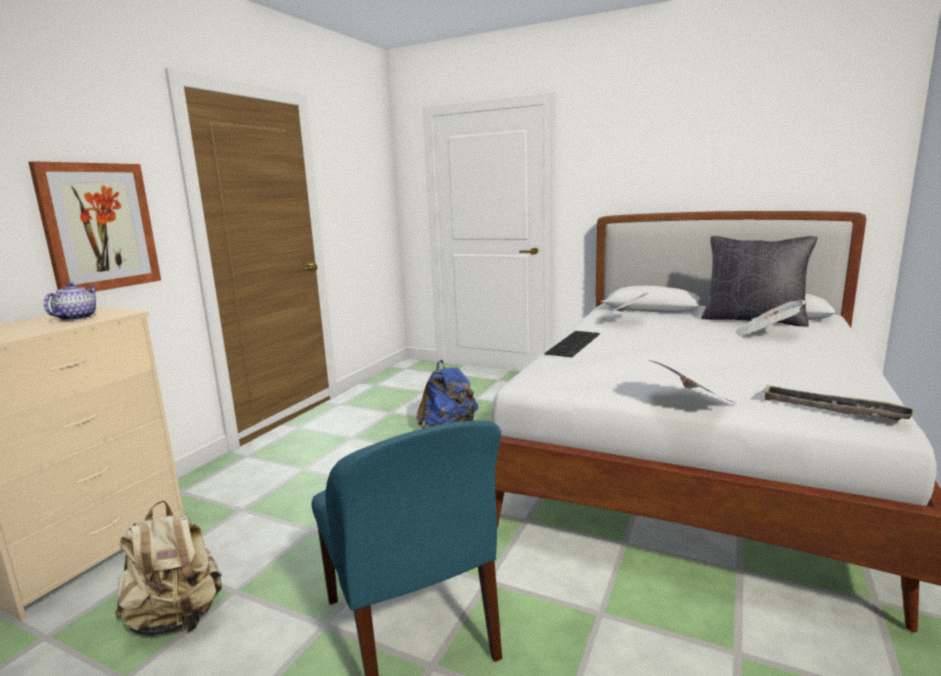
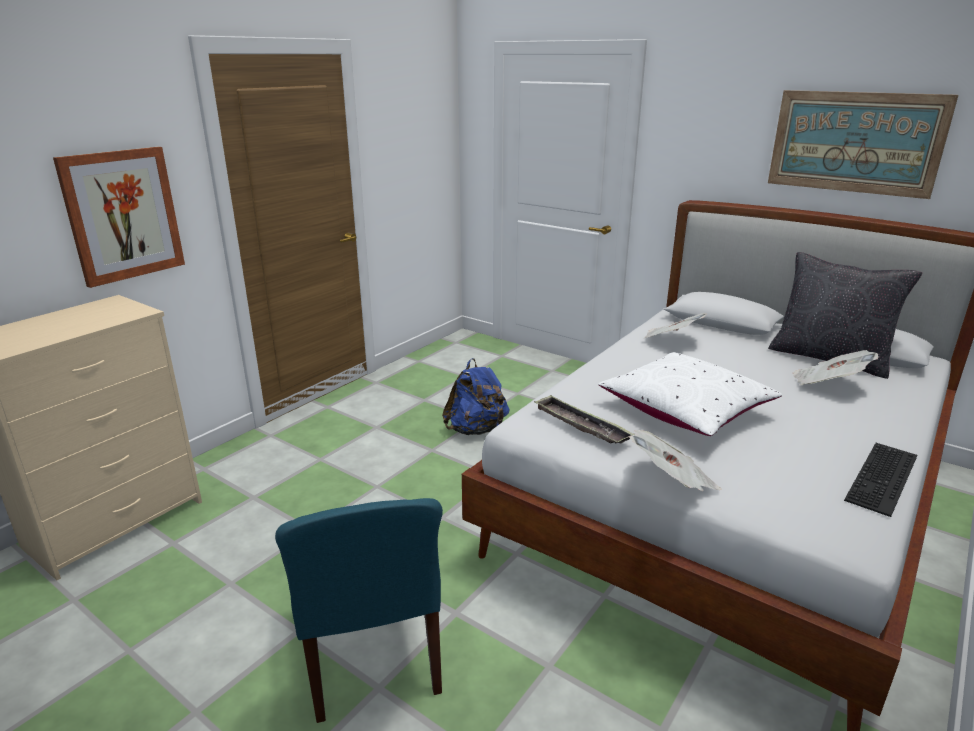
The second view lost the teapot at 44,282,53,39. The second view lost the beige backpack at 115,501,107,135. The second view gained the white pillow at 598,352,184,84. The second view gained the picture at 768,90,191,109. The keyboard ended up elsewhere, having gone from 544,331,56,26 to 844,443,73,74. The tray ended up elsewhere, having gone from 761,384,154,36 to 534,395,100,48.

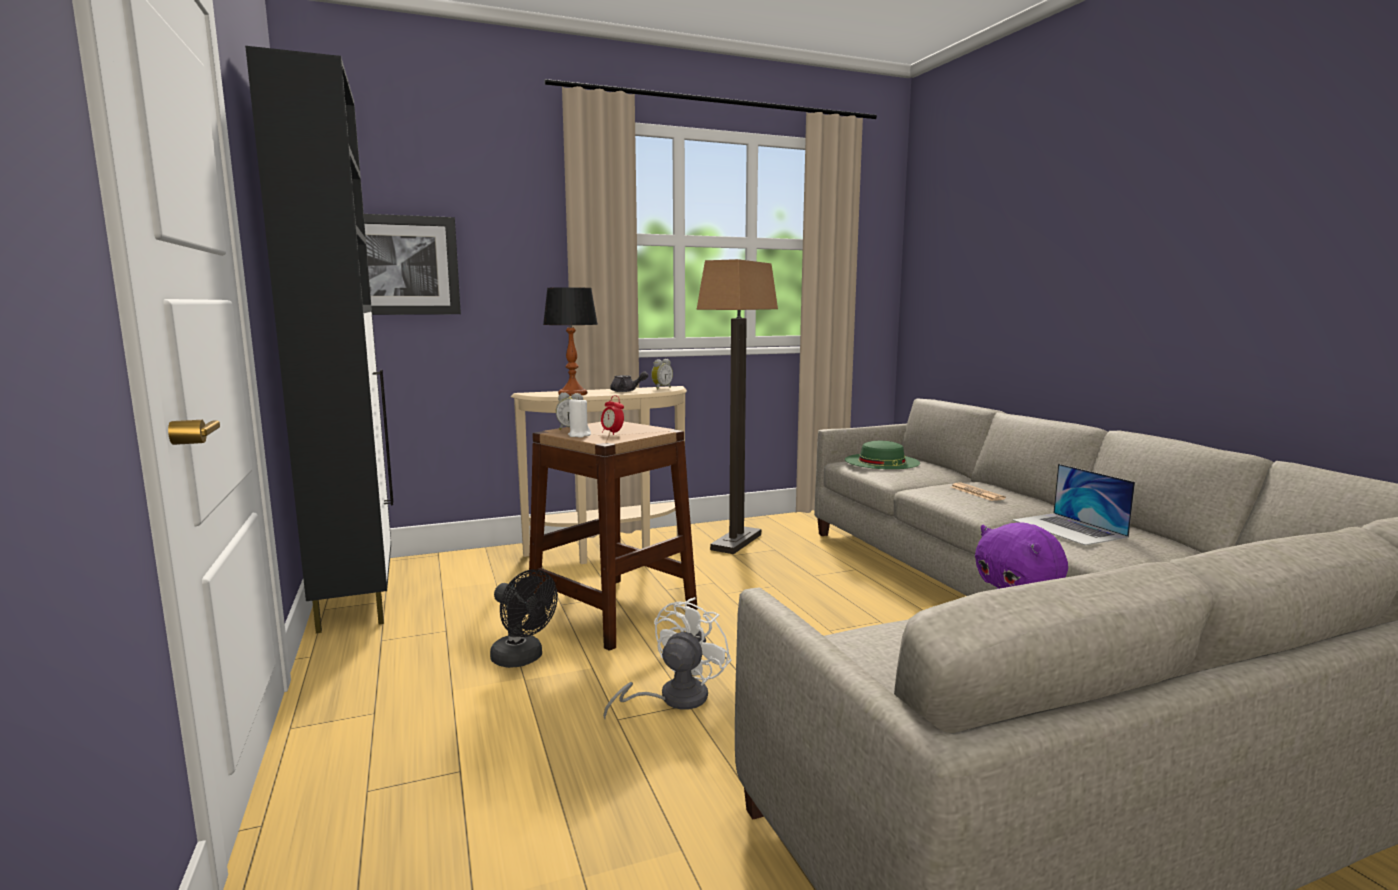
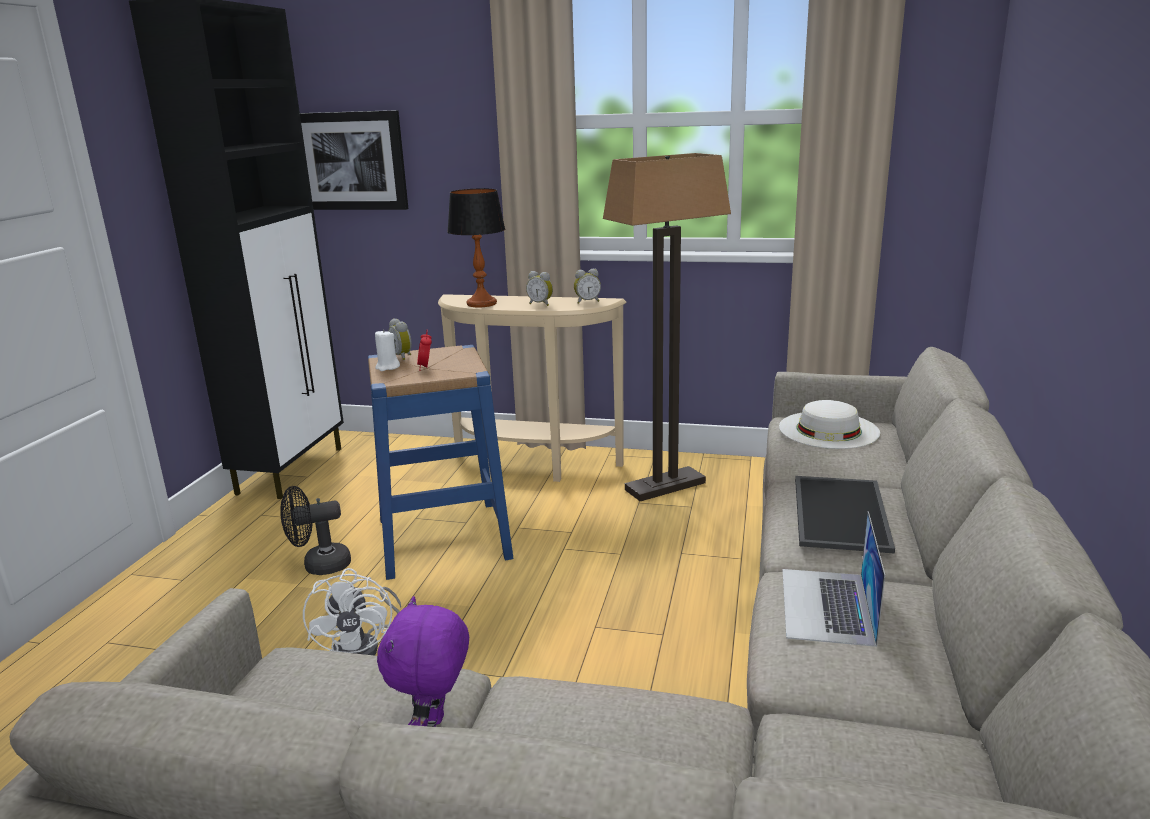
Where the grey teapot stood at 610,371,38,21, the alarm clock came to stand at 526,271,27,35. Where the newspaper stood at 951,482,55,19, the tray came to stand at 795,476,100,78. What was the brown stool at 529,422,169,229 turned into the blue stool at 368,345,146,235. What was the green hat at 845,441,75,28 turned into the white hat at 779,400,101,49. The black fan at 490,570,68,98 ended up facing another way, 90 degrees clockwise from before. The white fan at 603,598,128,121 ended up facing another way, 105 degrees clockwise from before.

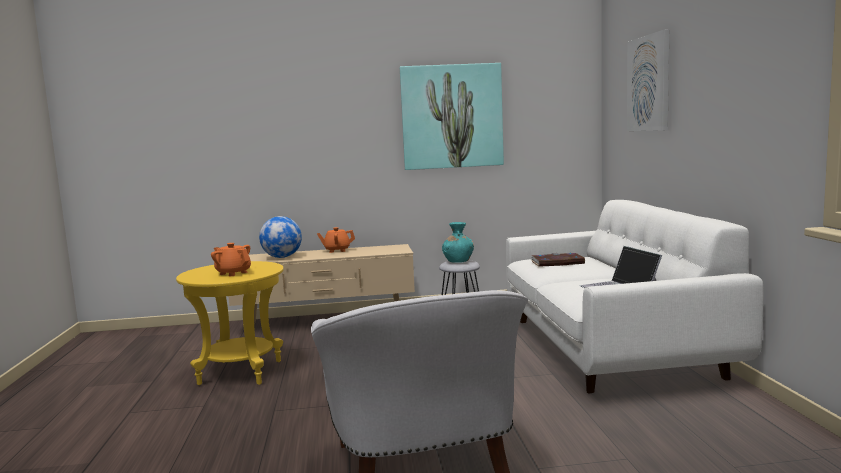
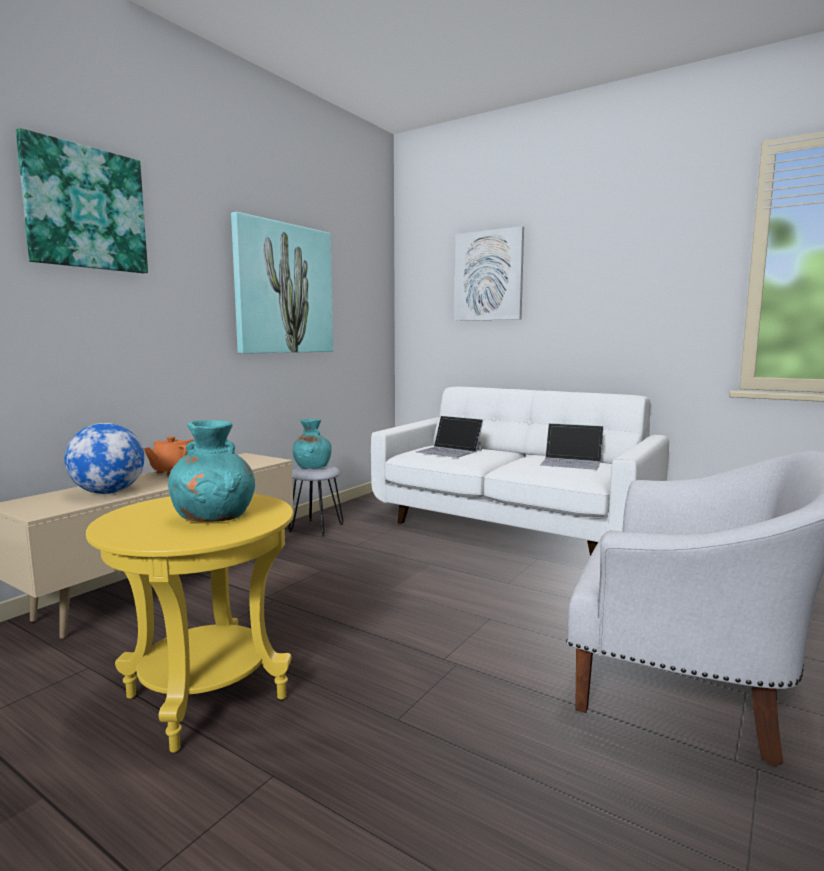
The second view gained the picture at 16,128,132,145. Where the orange teapot stood at 211,243,40,33, the turquoise vase came to stand at 168,420,87,102. Where the book stood at 531,253,54,14, the laptop came to stand at 416,416,67,42.

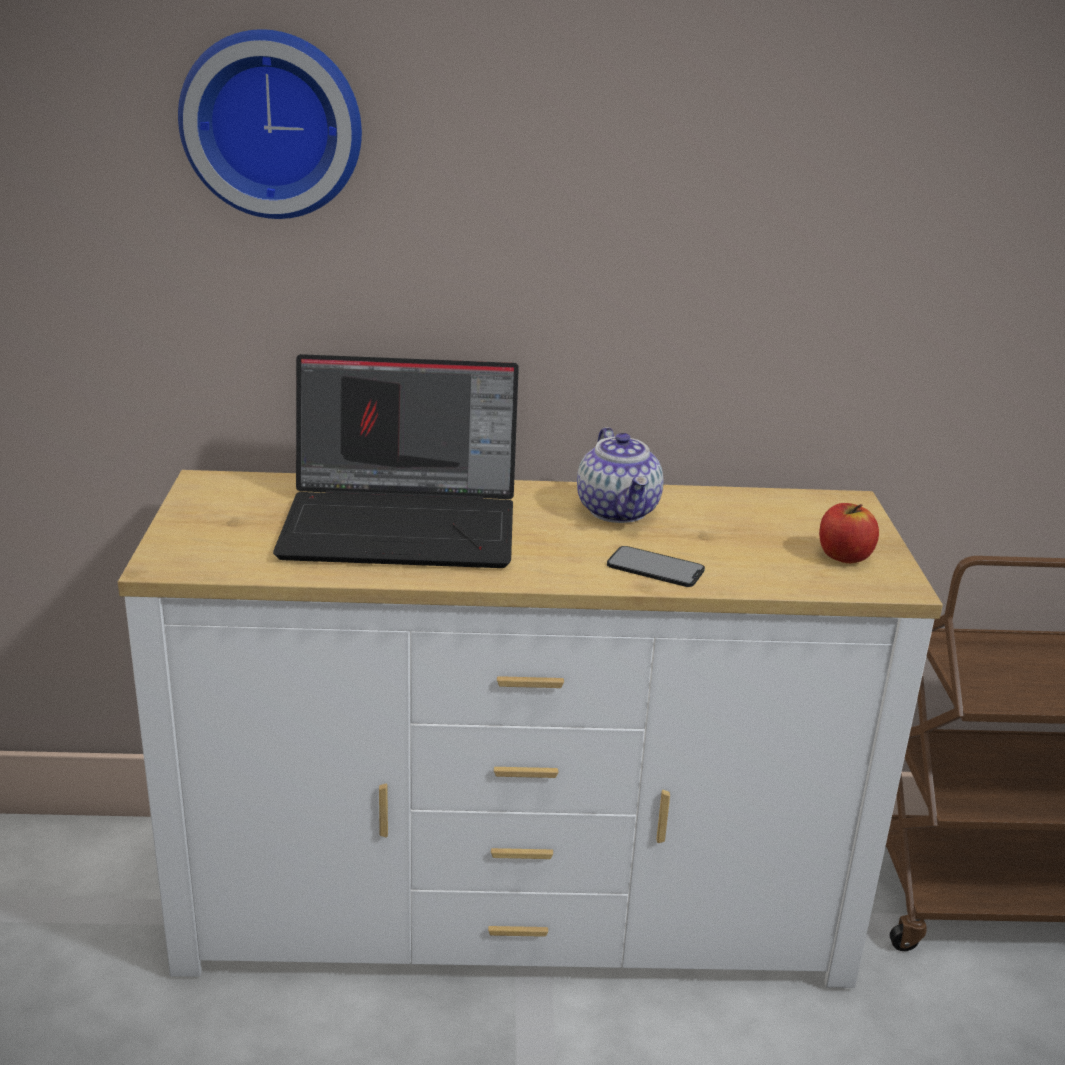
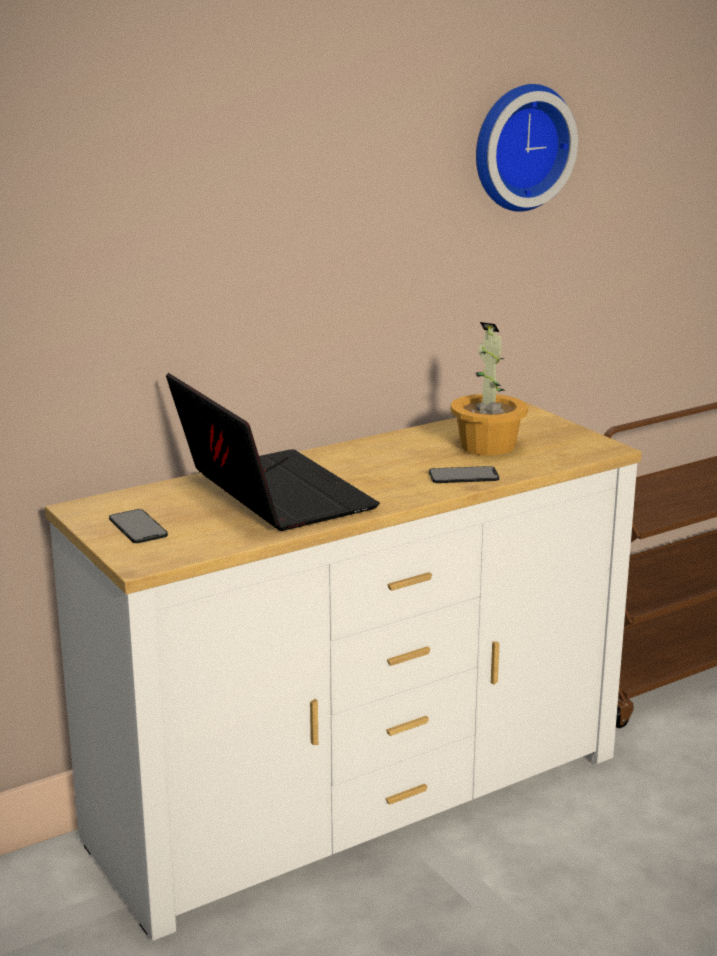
The second view lost the teapot at 577,427,86,96. The second view lost the apple at 819,503,60,60. The second view gained the phone at 109,509,59,34. The second view gained the potted plant at 450,322,78,134. The wall clock ended up elsewhere, having gone from 178,29,184,190 to 476,84,102,128. The laptop at 273,354,246,214 ended up facing another way, 90 degrees counterclockwise from before.

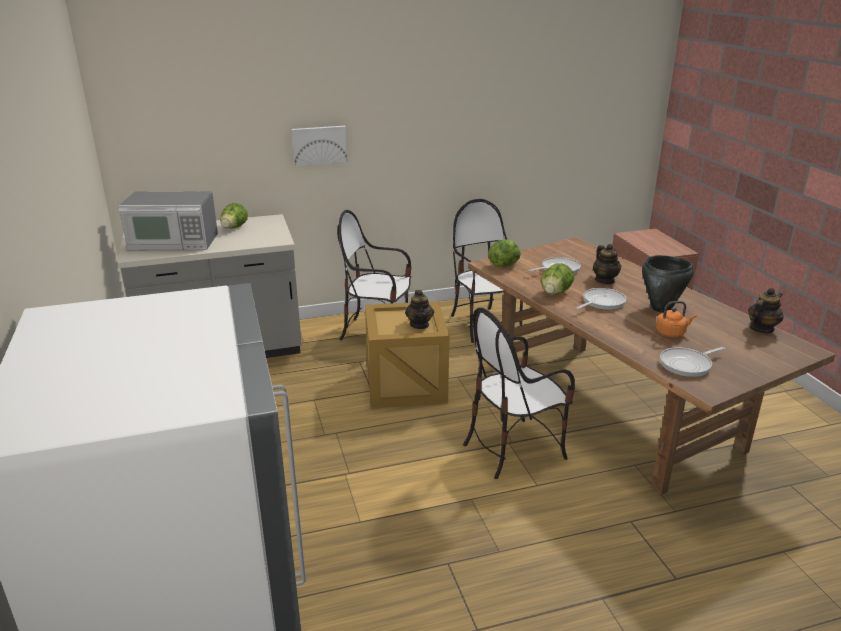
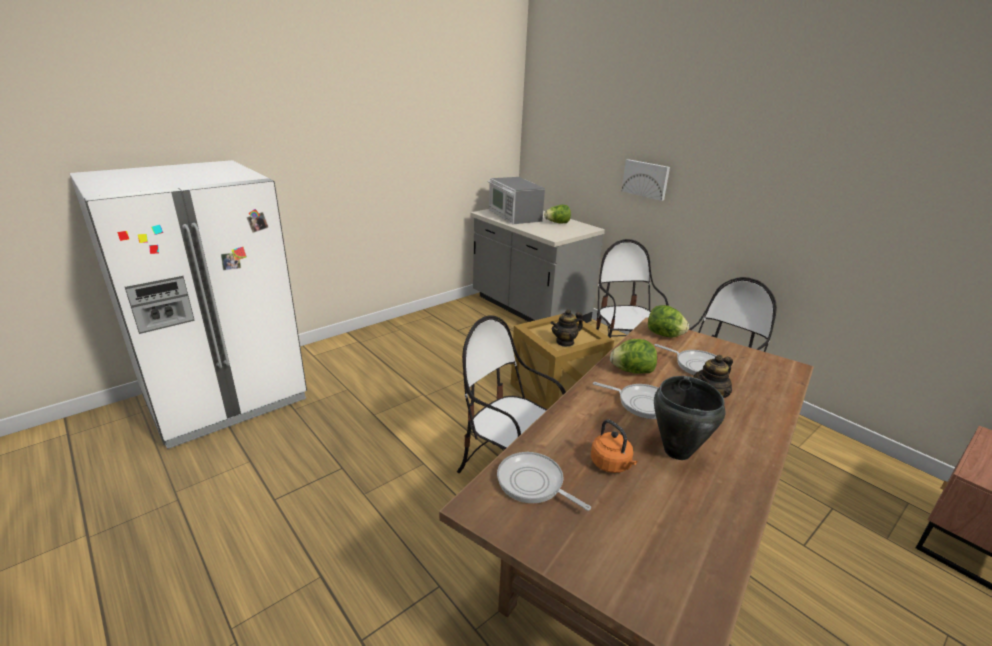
The second view lost the teapot at 748,288,36,45.

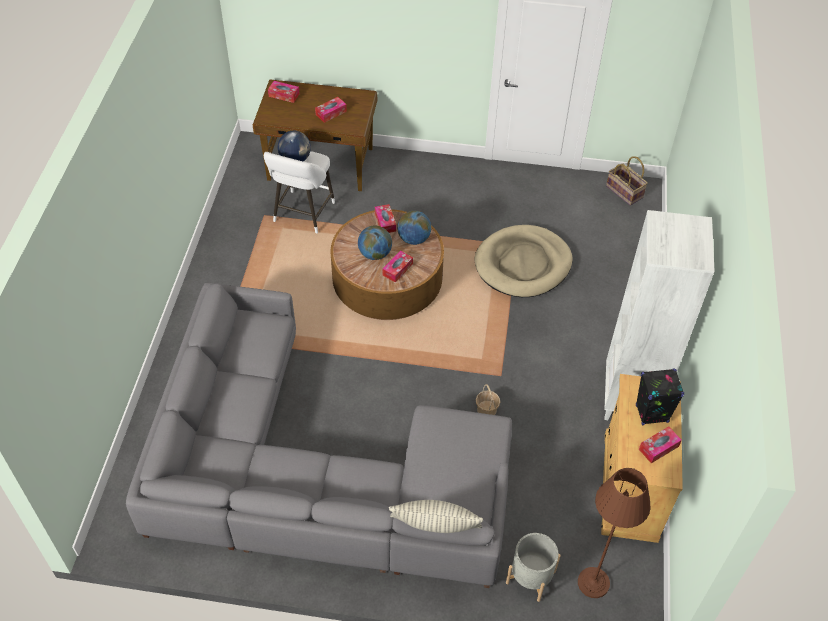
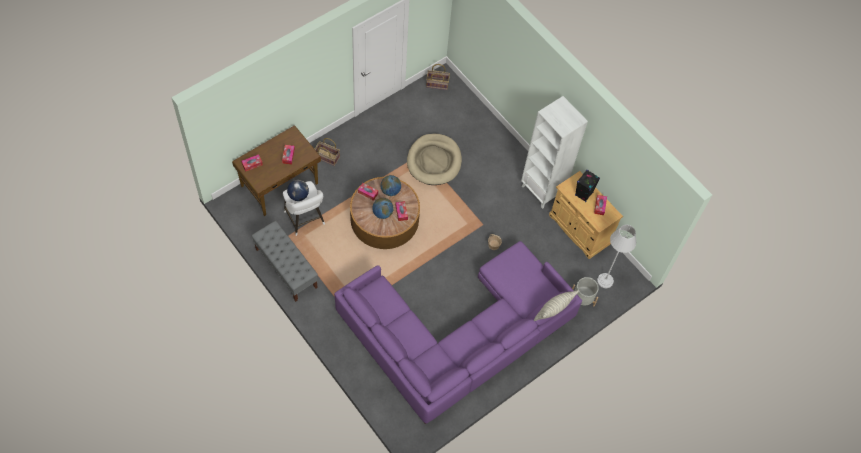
The second view gained the grey bench at 252,221,66,81. The second view gained the basket at 315,138,25,28. What was the grey sofa at 126,283,386,305 turned into the purple sofa at 334,241,248,183. What was the brown floor lamp at 578,468,73,130 turned into the grey floor lamp at 597,225,39,63.

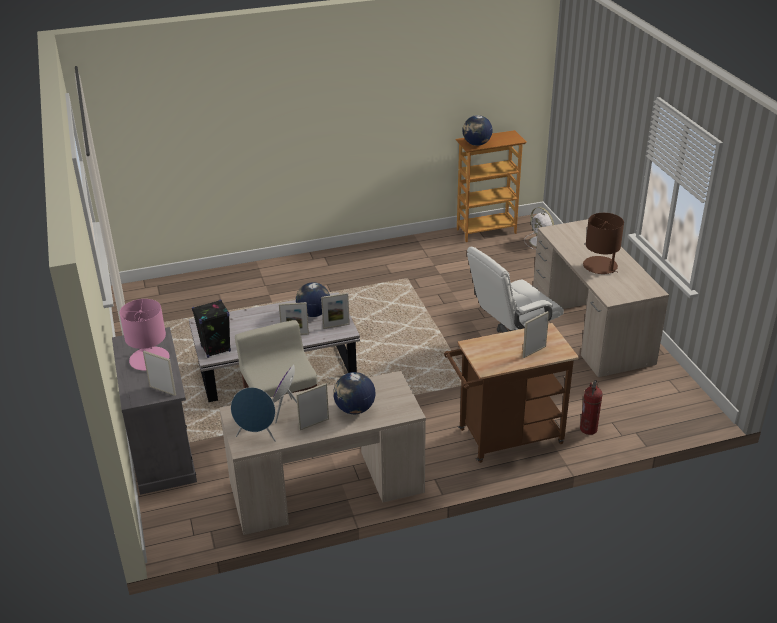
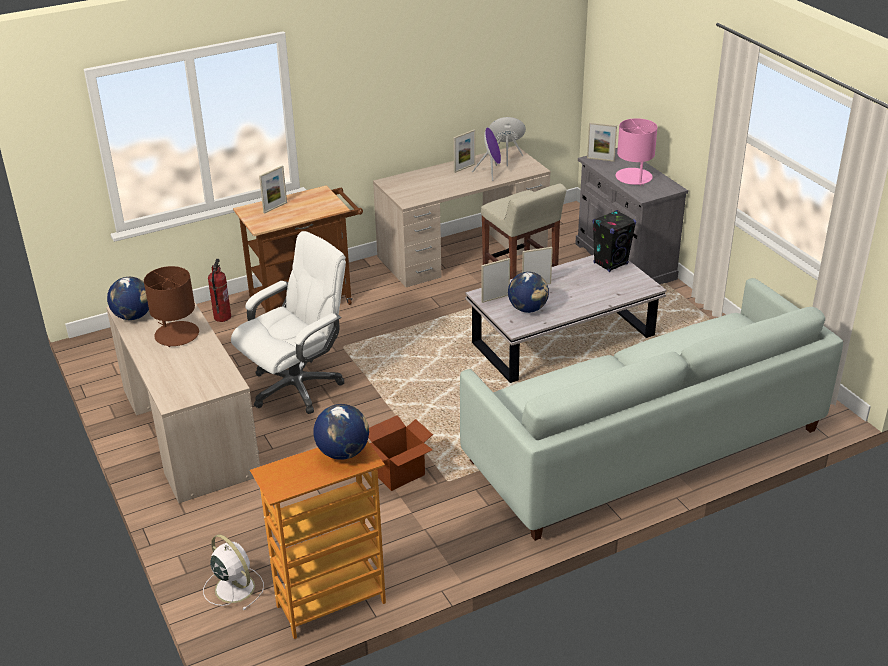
The second view gained the cardboard box at 368,415,65,76. The second view gained the white sofa at 460,278,383,263. The globe ended up elsewhere, having gone from 333,372,42,42 to 107,277,42,43.

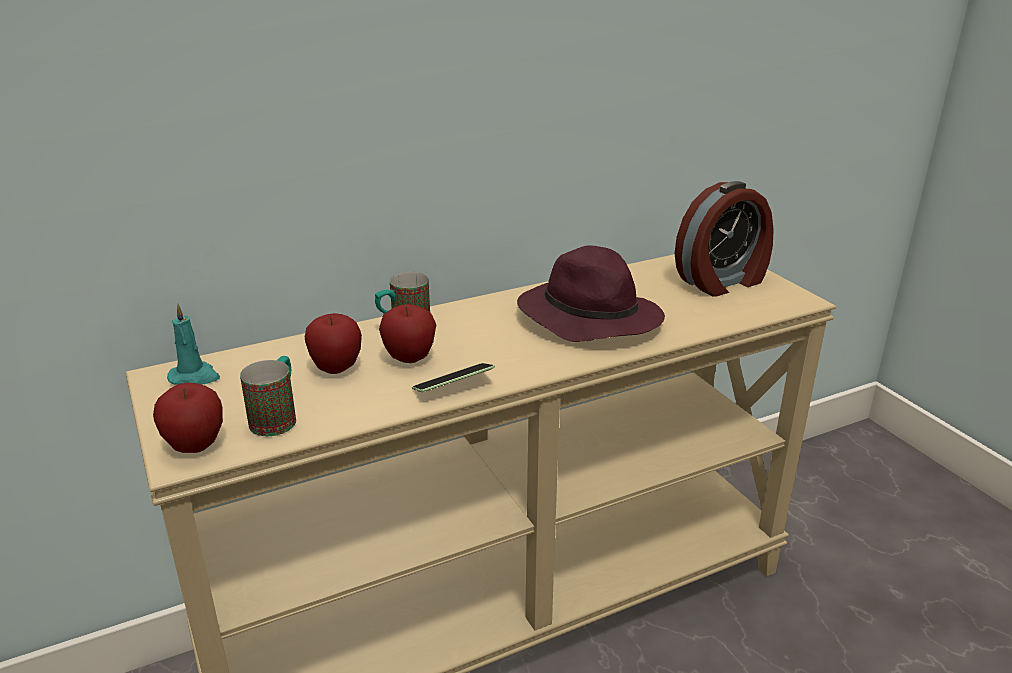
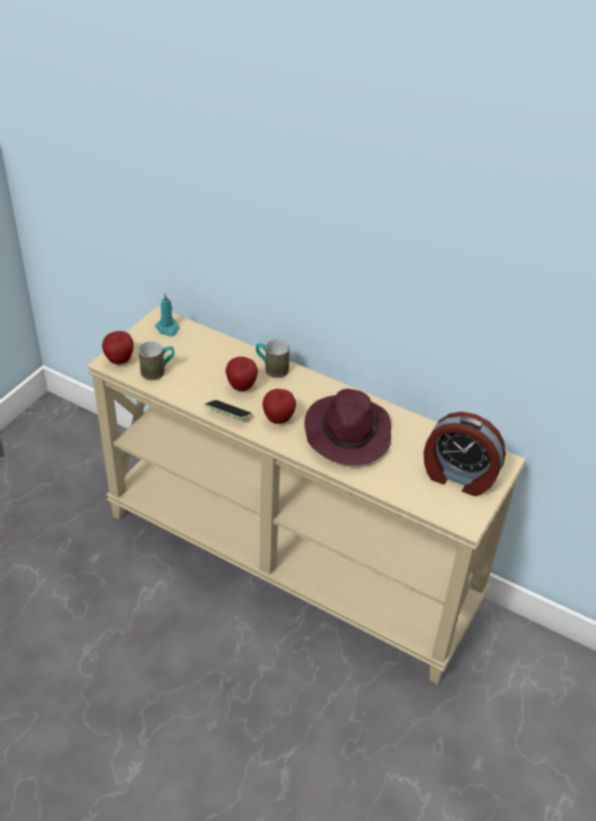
The apple ended up elsewhere, having gone from 305,313,57,61 to 262,389,34,35.

